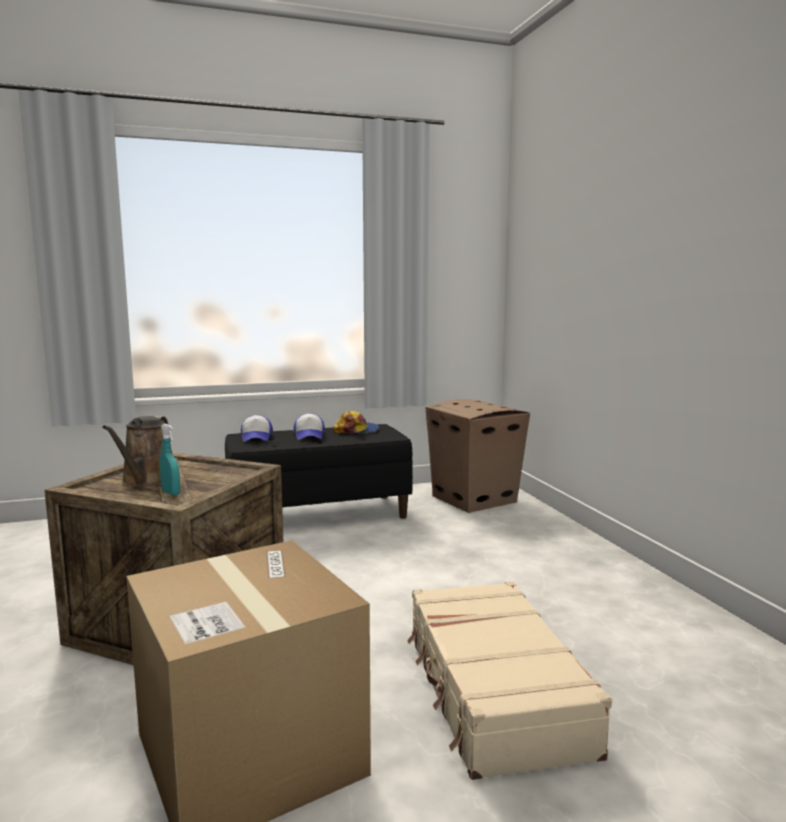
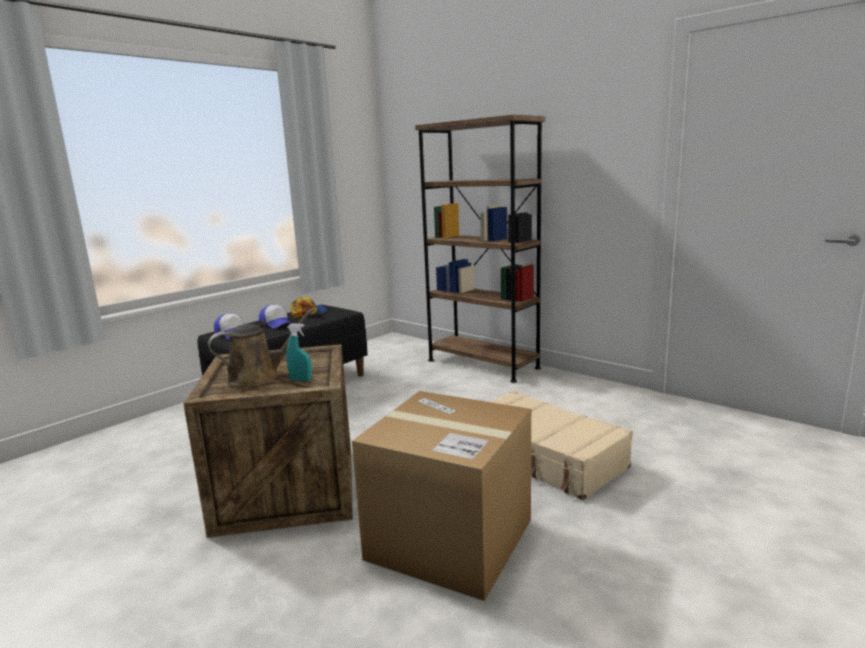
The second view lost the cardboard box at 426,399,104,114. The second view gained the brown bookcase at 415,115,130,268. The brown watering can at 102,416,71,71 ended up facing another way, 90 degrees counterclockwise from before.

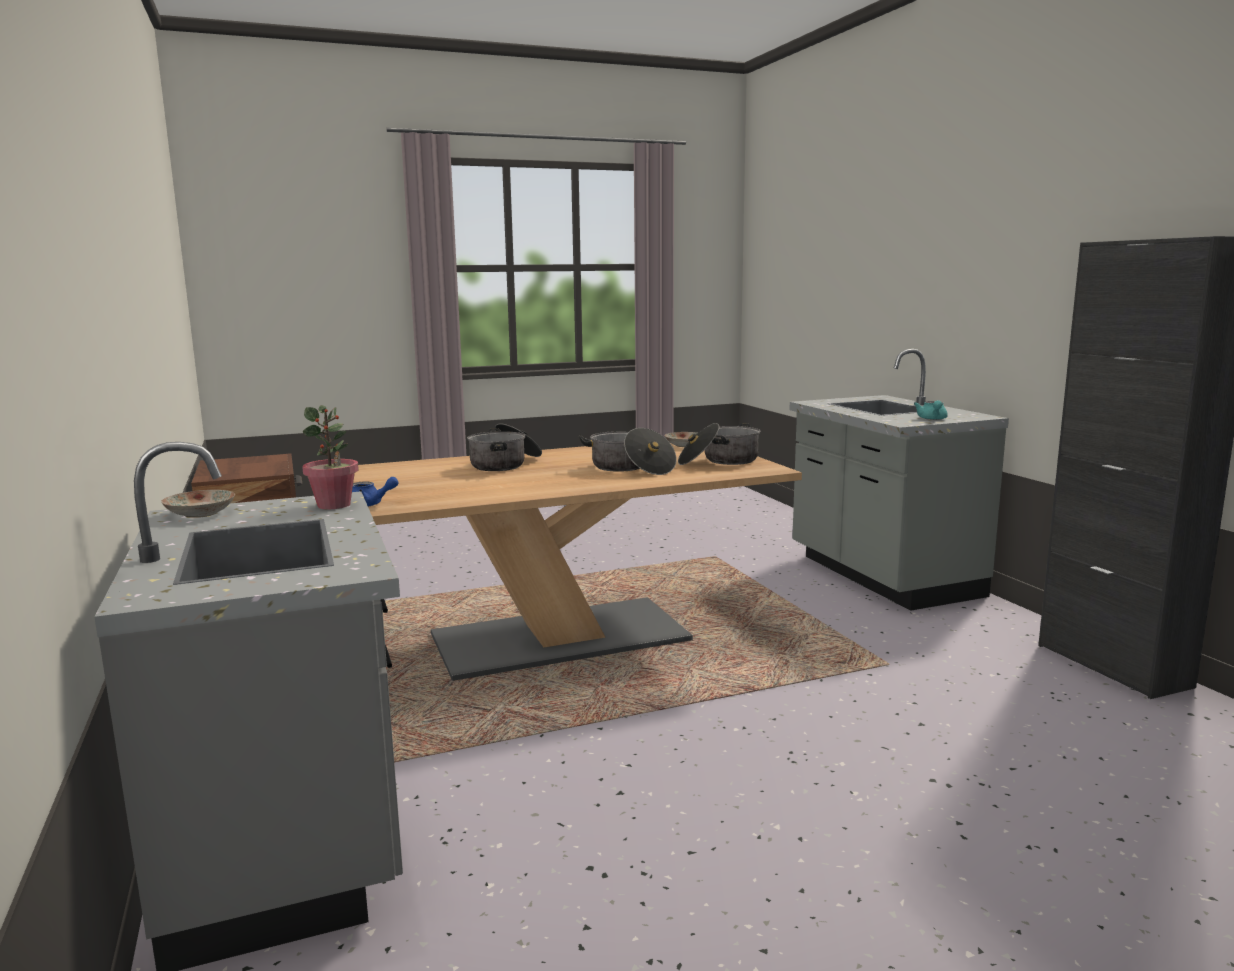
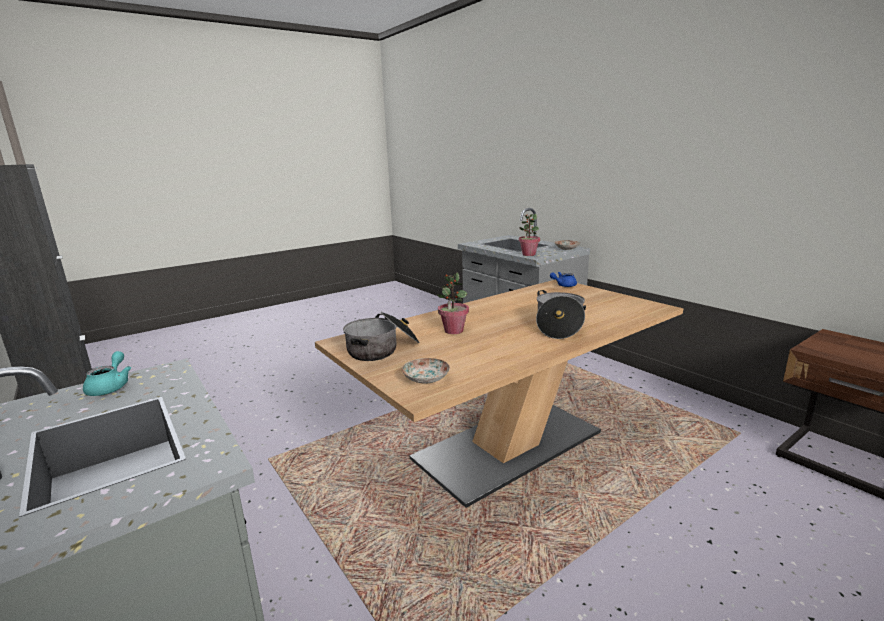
Where the cooking pot stood at 579,428,97,47, the potted plant came to stand at 437,272,32,62.

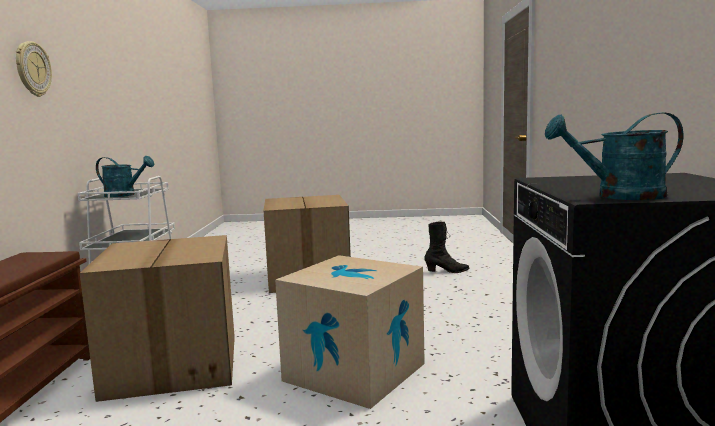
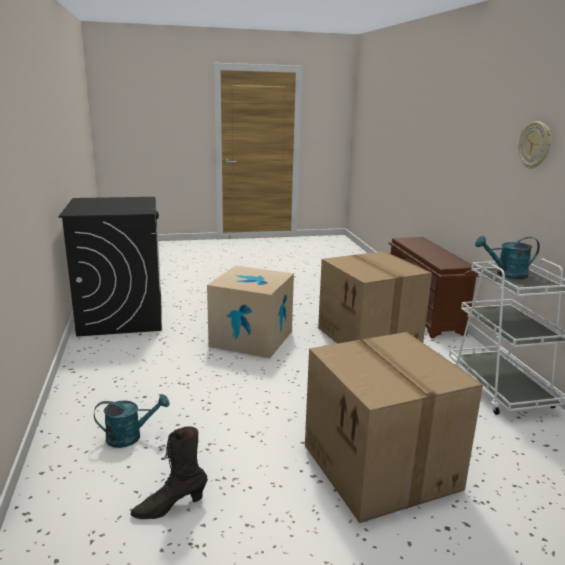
The turquoise watering can ended up elsewhere, having gone from 545,113,138,87 to 94,394,76,54.

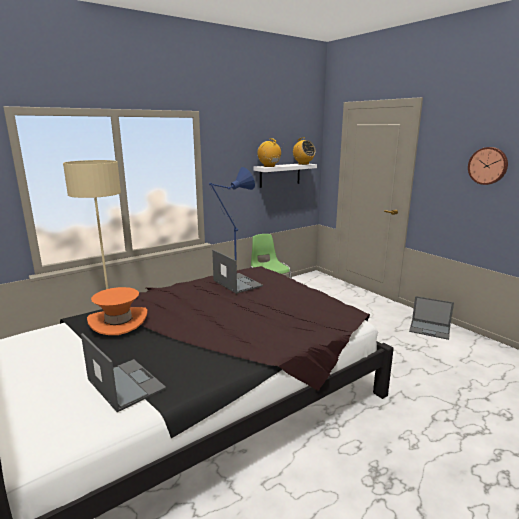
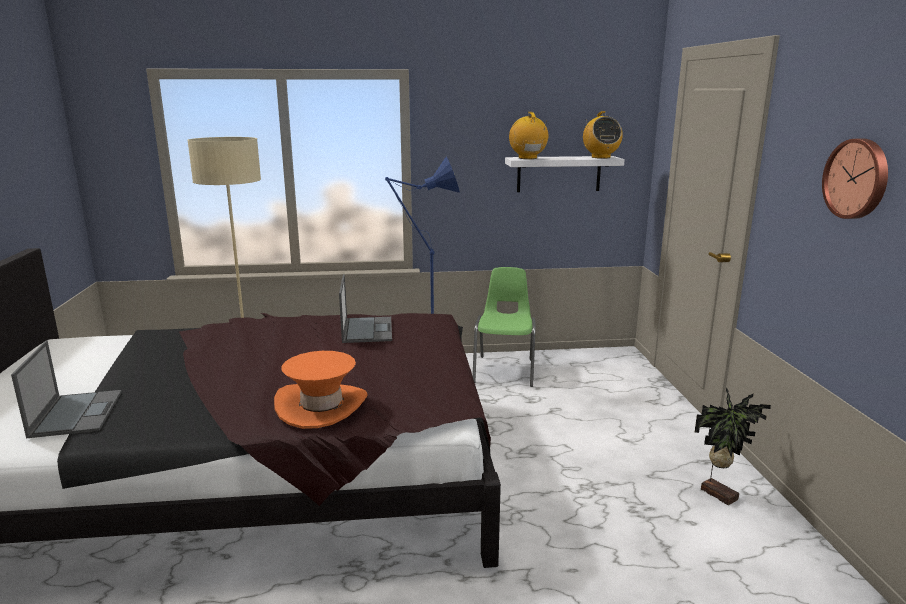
The orange hat ended up elsewhere, having gone from 87,287,61,48 to 274,351,94,78. Where the laptop stood at 409,296,45,44, the potted plant came to stand at 695,387,76,118.

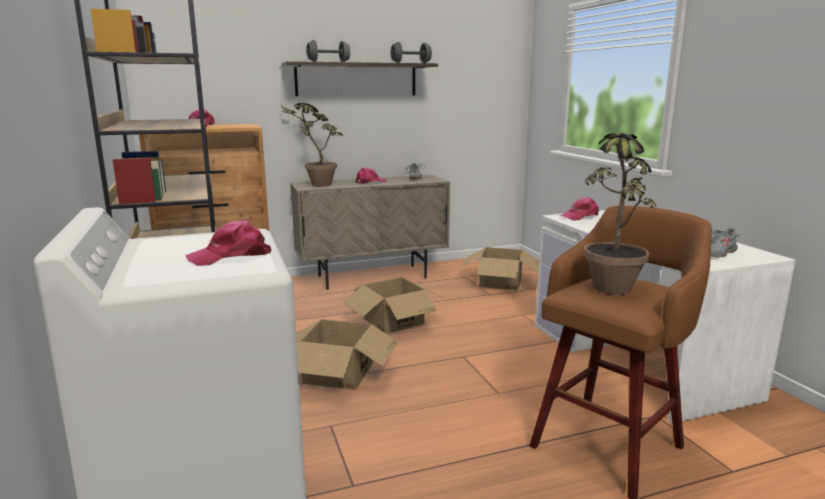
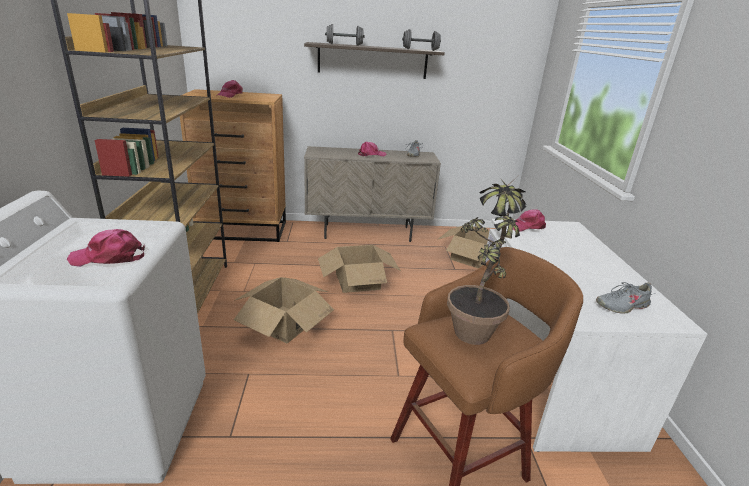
The second view lost the potted plant at 280,103,63,83.

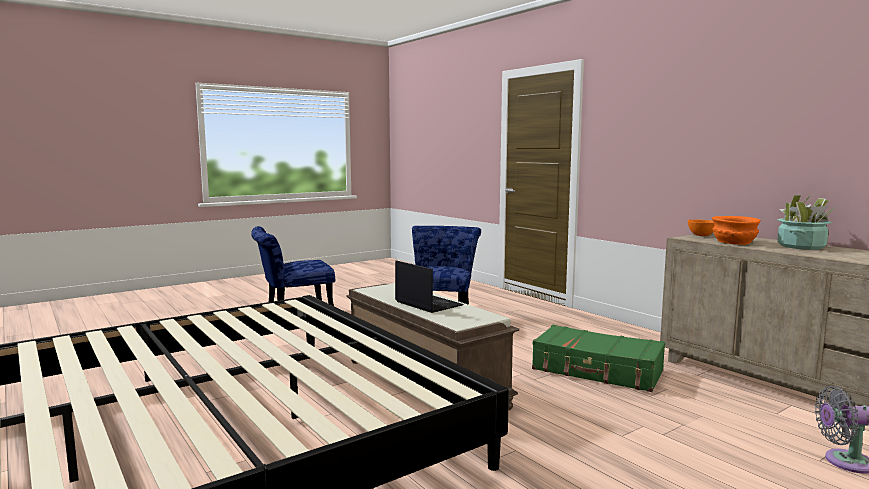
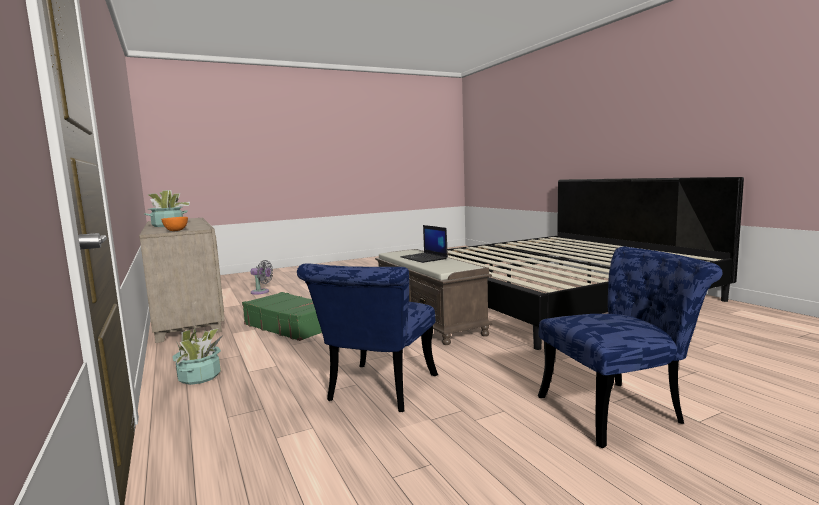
The second view lost the orange bowl at 712,216,49,29. The second view gained the potted plant at 172,328,52,57.

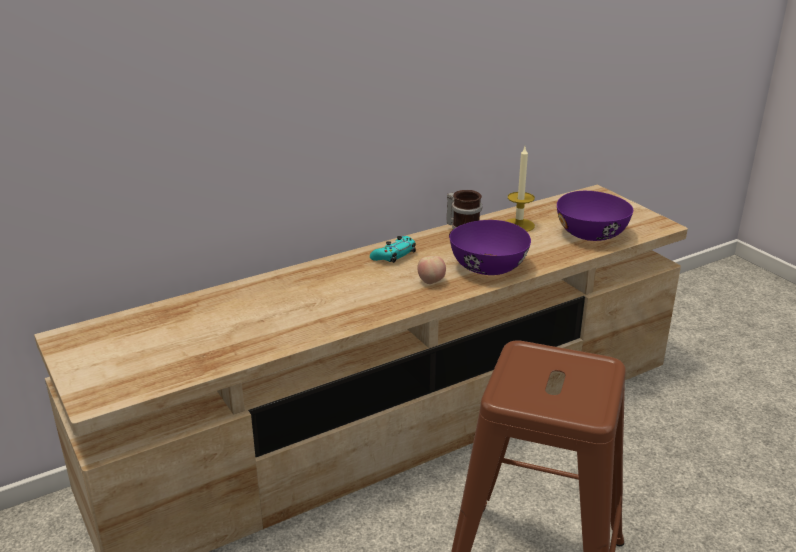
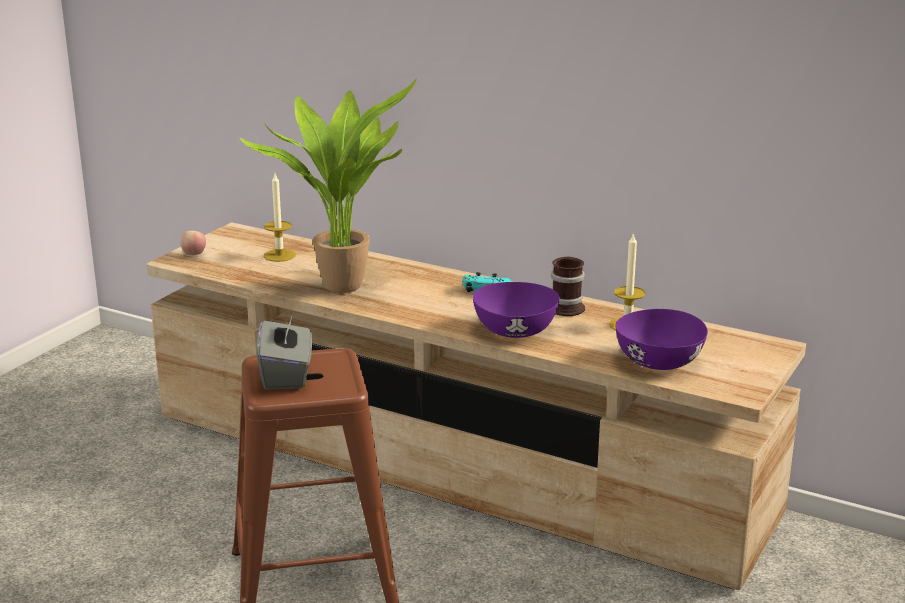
The second view gained the potted plant at 240,79,177,214. The second view gained the grey tissue box at 257,314,55,76. The second view gained the candle at 264,174,32,88. The apple ended up elsewhere, having gone from 417,256,29,28 to 180,231,26,24.

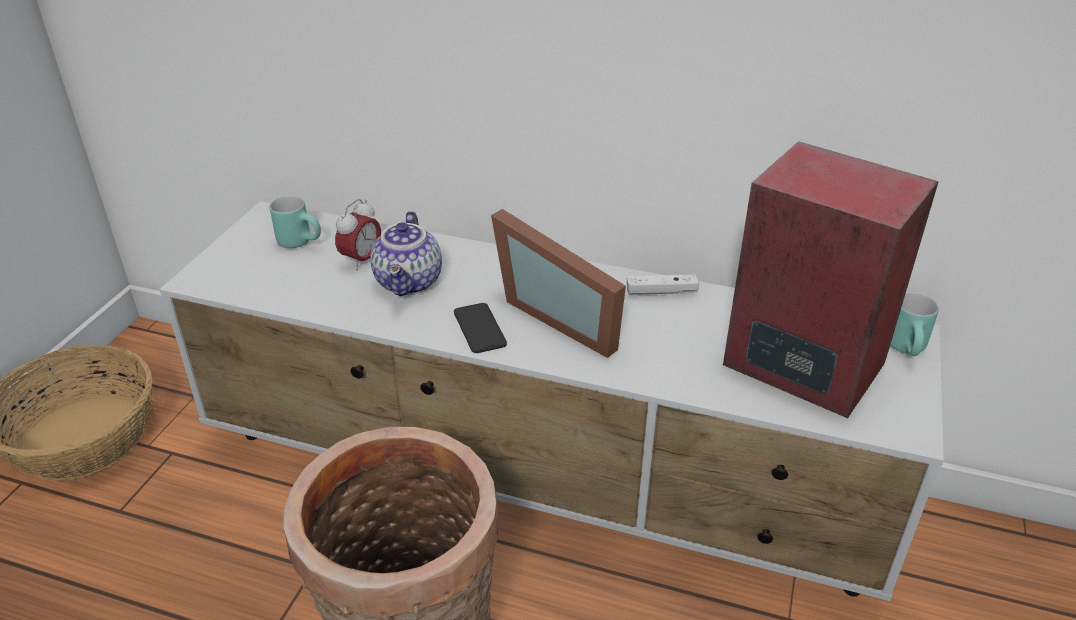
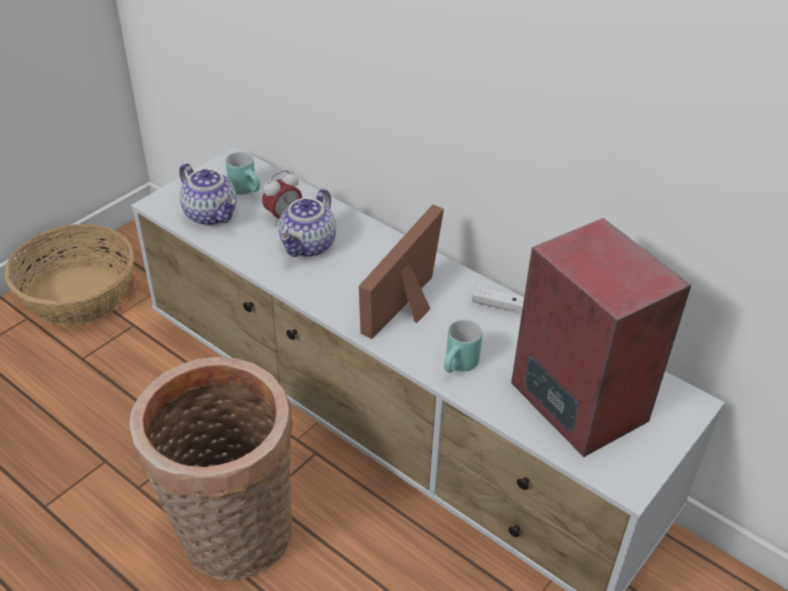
The second view lost the phone at 454,303,53,50. The second view gained the teapot at 179,163,57,63. The turquoise mug ended up elsewhere, having gone from 890,292,49,64 to 444,320,38,53. The picture frame at 491,209,135,149 ended up facing another way, 60 degrees clockwise from before.

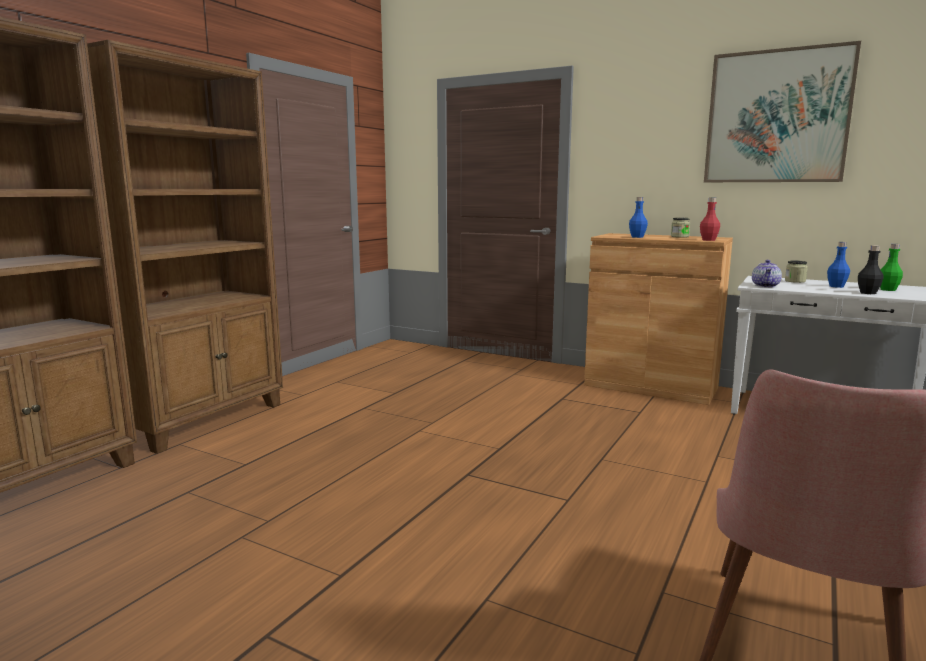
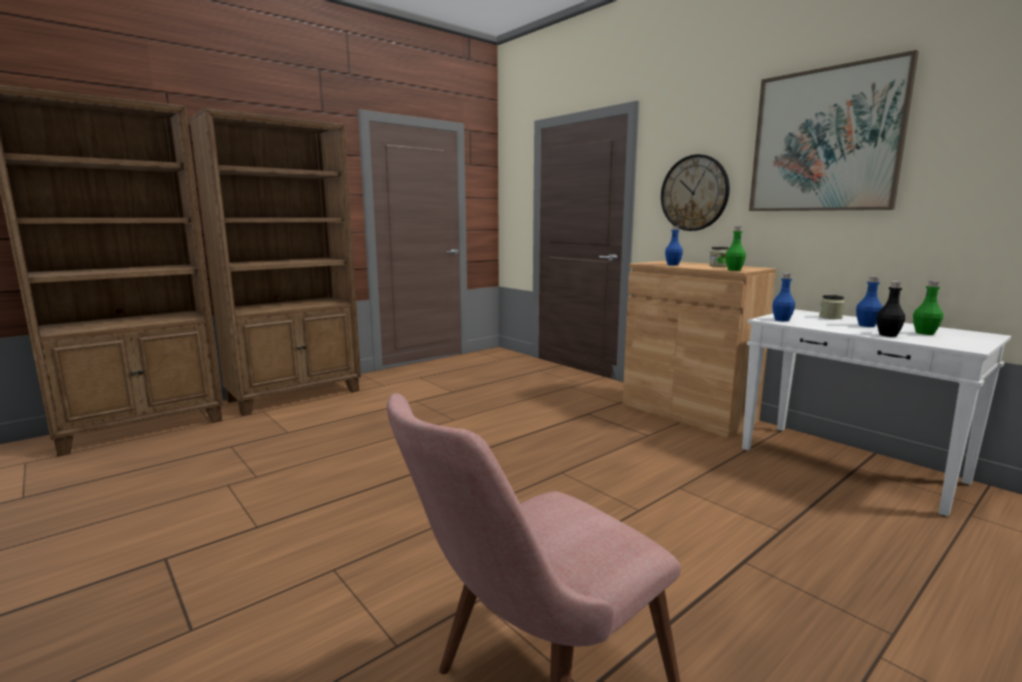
The second view gained the wall clock at 661,154,69,77. Where the teapot stood at 752,260,30,27, the blue bottle came to stand at 772,273,23,49. What was the red bottle at 700,198,20,43 turned into the green bottle at 725,227,21,44.

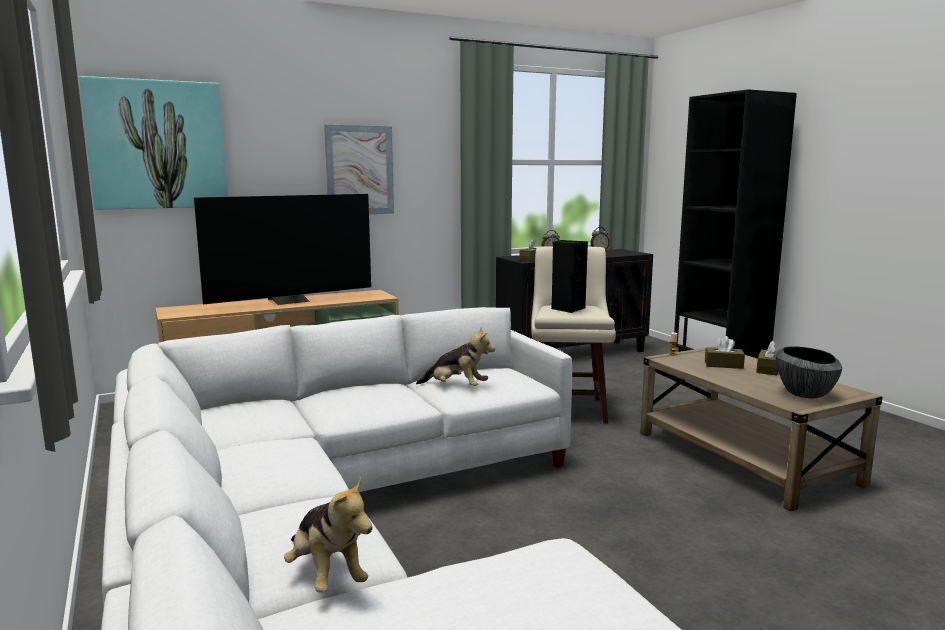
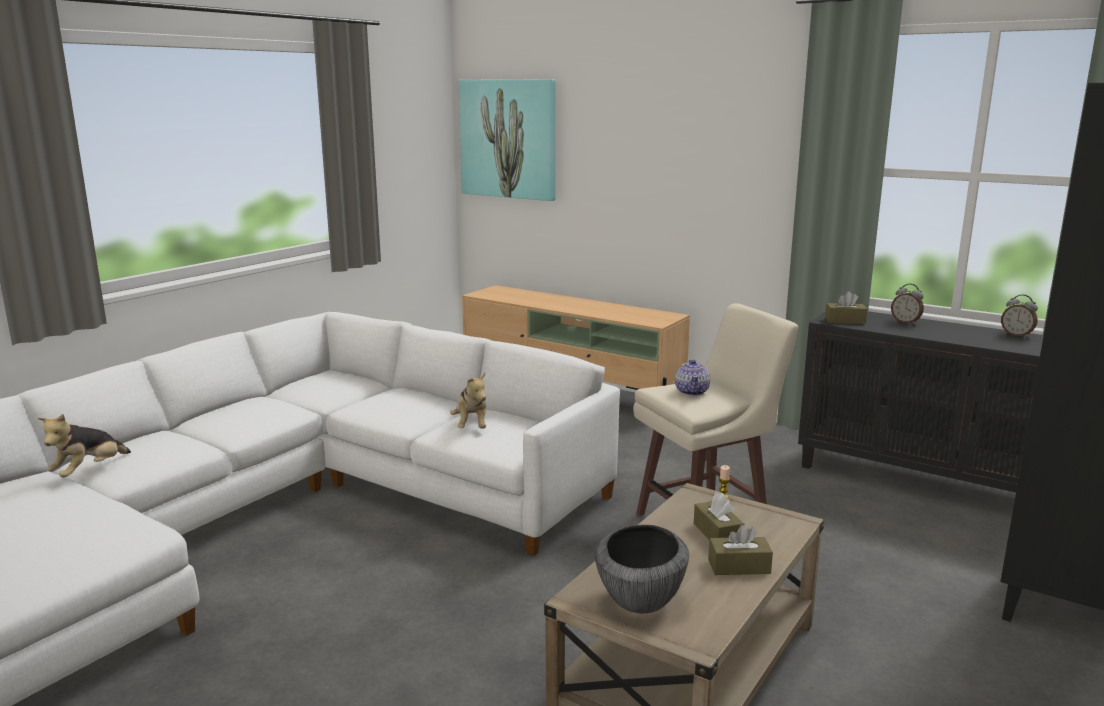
The second view lost the television at 194,194,177,111. The second view lost the picture at 324,125,70,89. Where the black speaker stood at 551,240,37,73, the teapot came to stand at 675,360,35,36.

